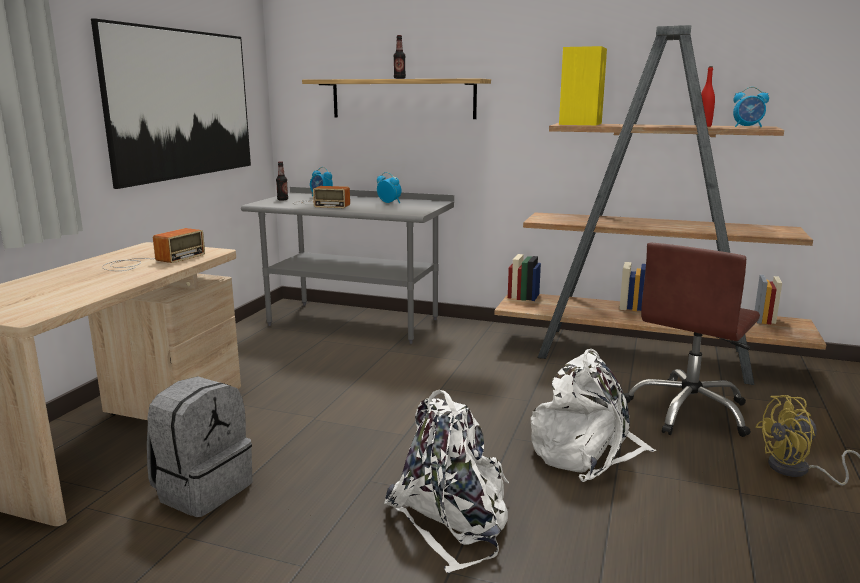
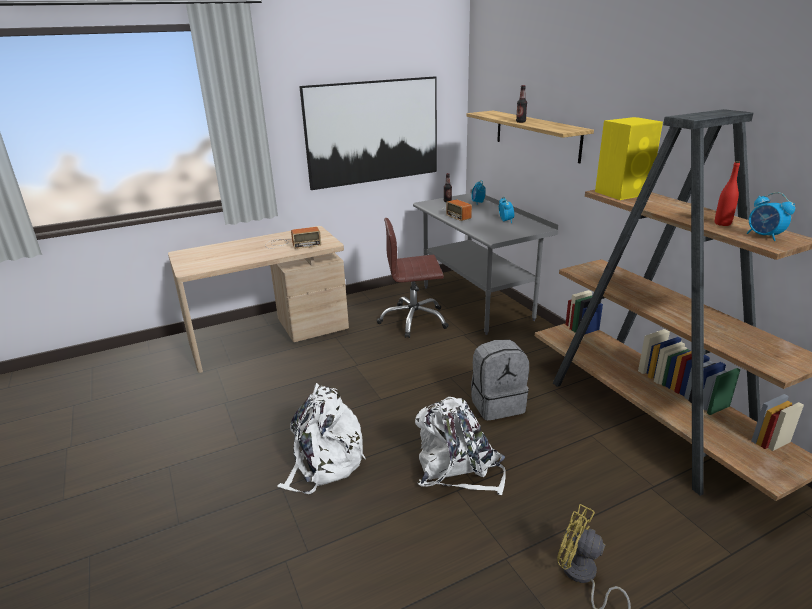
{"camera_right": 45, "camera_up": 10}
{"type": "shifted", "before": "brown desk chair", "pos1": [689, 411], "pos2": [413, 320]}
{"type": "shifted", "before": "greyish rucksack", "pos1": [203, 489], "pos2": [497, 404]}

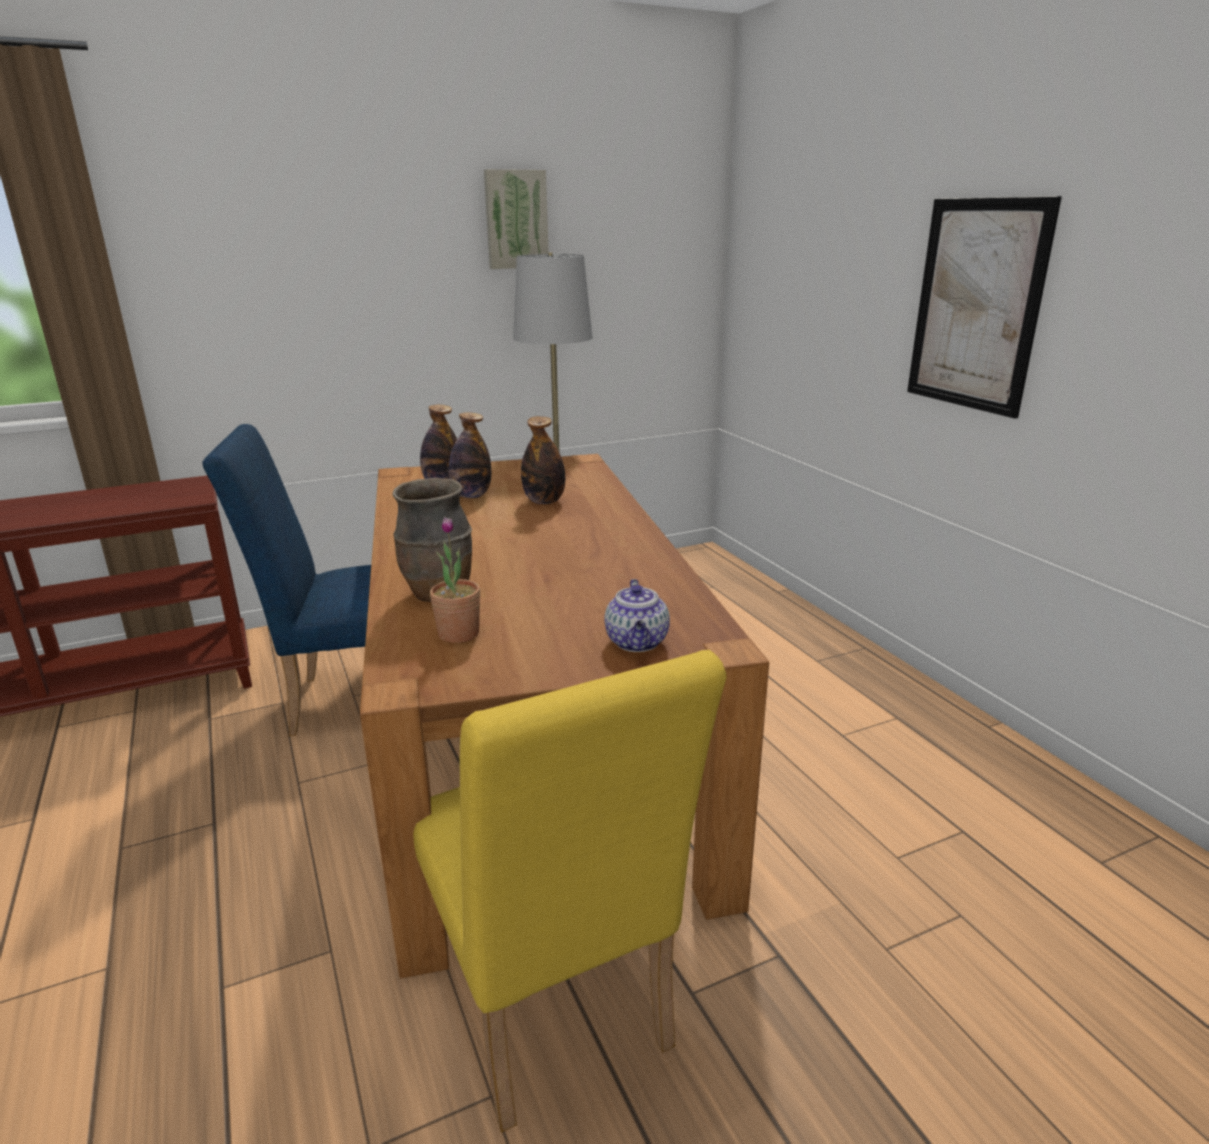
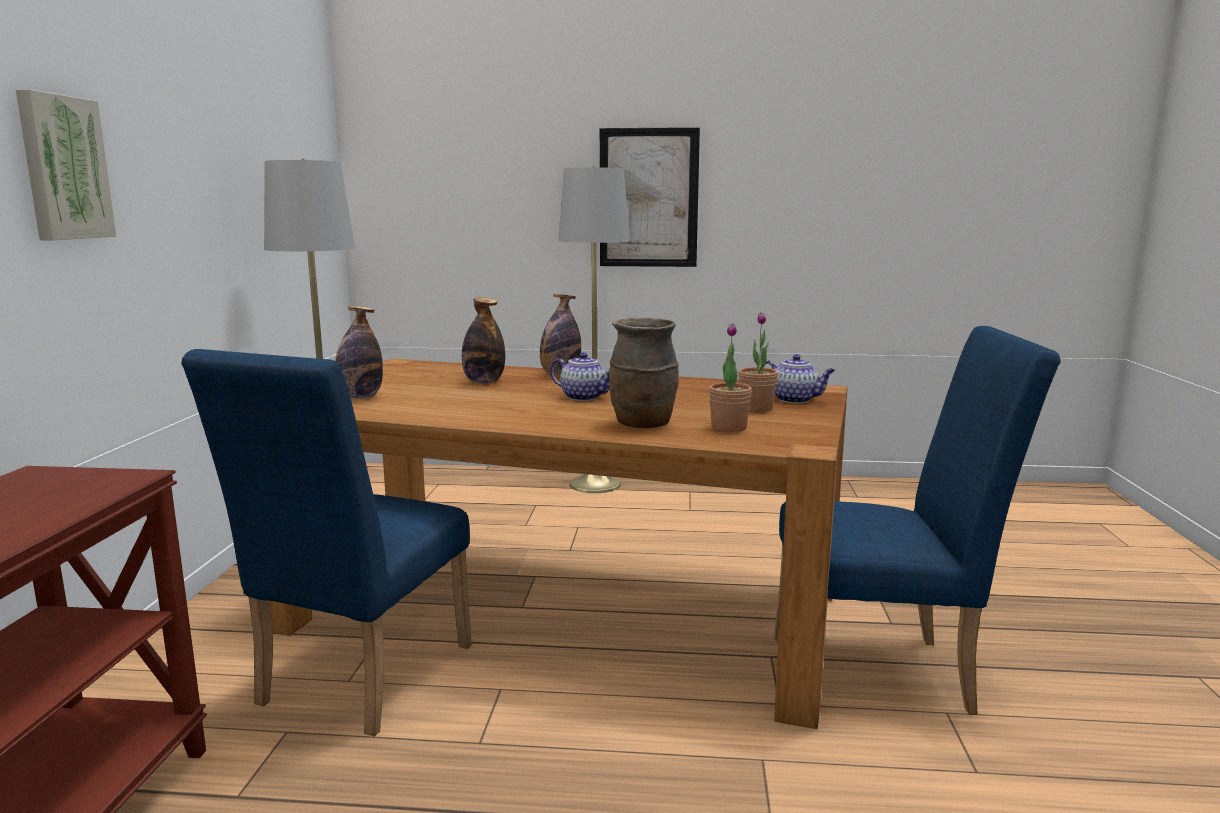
{"camera_right": -60, "camera_up": -10}
{"type": "shifted", "before": "picture", "pos1": [515, 219], "pos2": [63, 168]}
{"type": "shifted", "before": "bottle", "pos1": [471, 496], "pos2": [560, 375]}
{"type": "new", "after": "teapot", "pos2": [585, 397]}
{"type": "new", "after": "greyish standard lamp", "pos2": [595, 484]}
{"type": "new", "after": "potted plant", "pos2": [756, 409]}
{"type": "repainted", "before": "yellowish chair", "after": "blue chair", "pos1": [552, 1014], "pos2": [885, 673]}

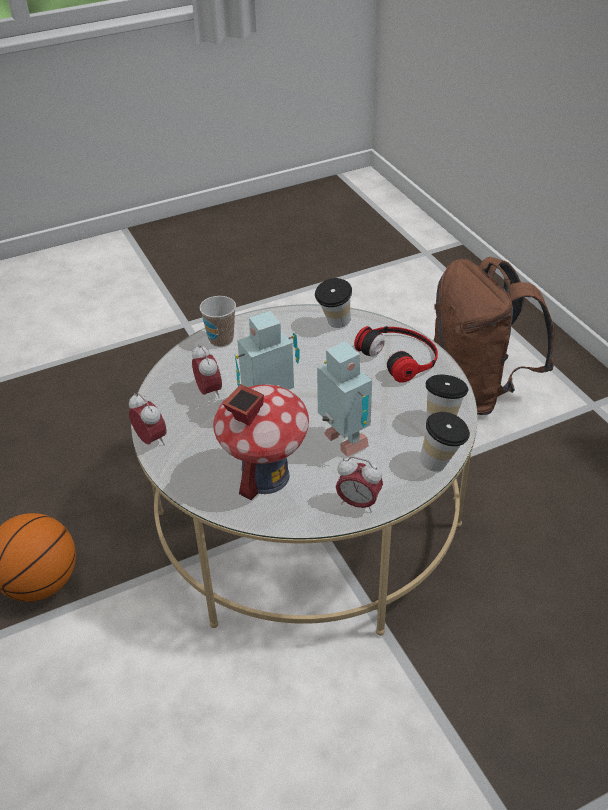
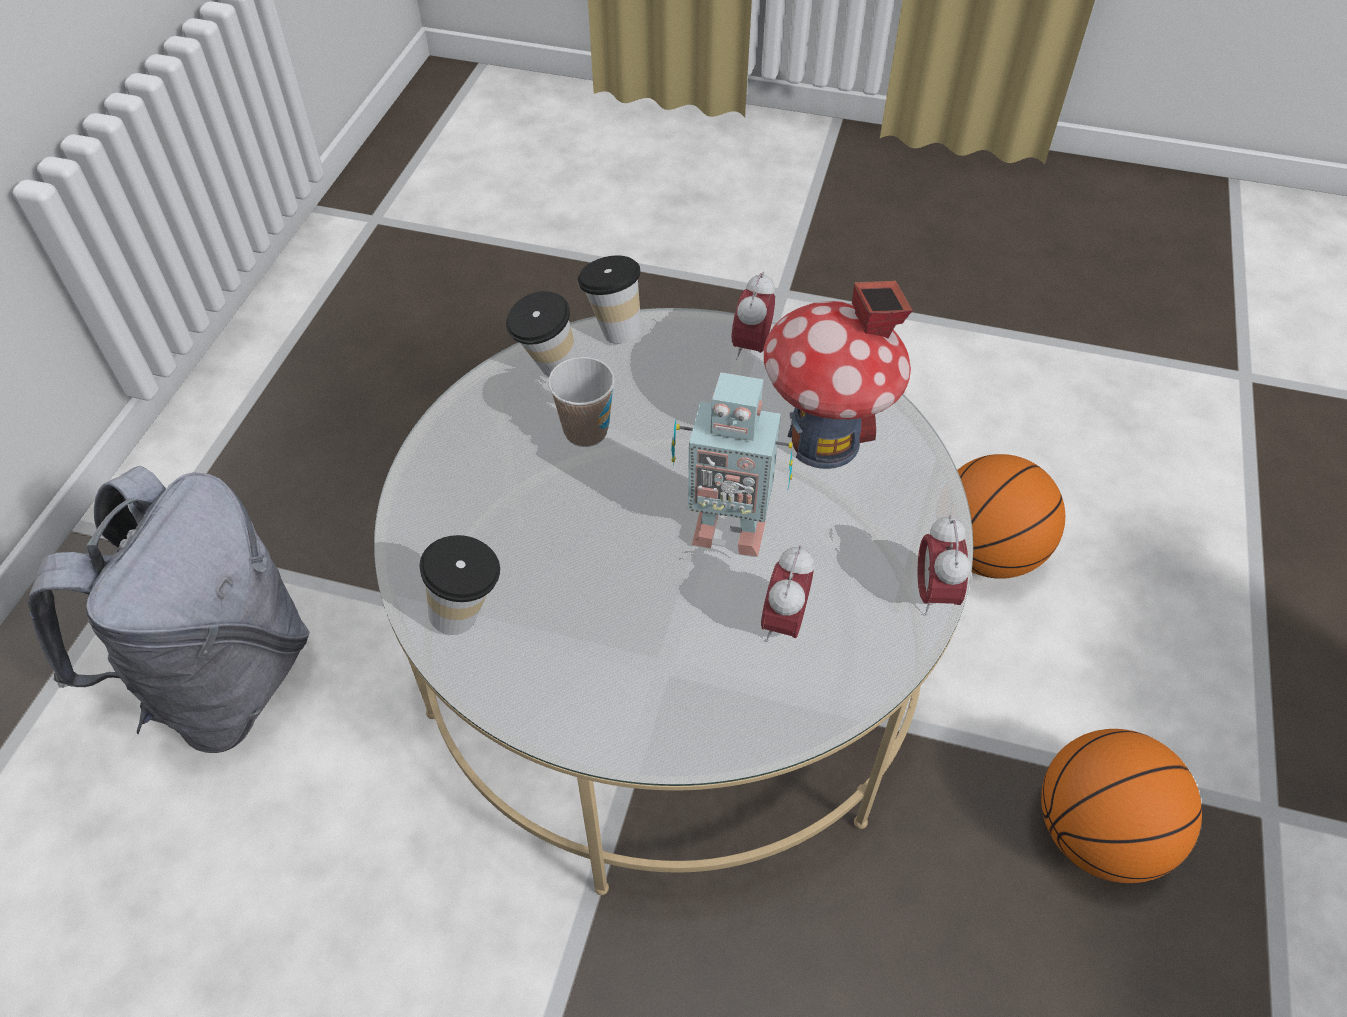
{"camera_right": -140, "camera_up": 10}
{"type": "repainted", "before": "brown rucksack", "after": "greyish rucksack", "pos1": [478, 389], "pos2": [224, 681]}
{"type": "shifted", "before": "small cup", "pos1": [221, 339], "pos2": [586, 431]}
{"type": "rotated", "before": "table clock", "pos1": [358, 503], "pos2": [751, 347], "turn": -135}
{"type": "new", "after": "ball for basketball", "pos2": [985, 552]}
{"type": "gone", "before": "robot figure", "pos1": [343, 443]}
{"type": "gone", "before": "pair of headphones", "pos1": [400, 356]}

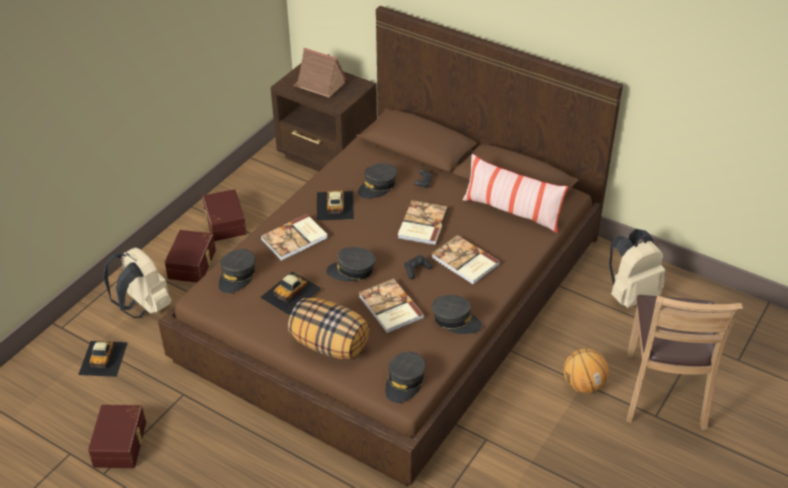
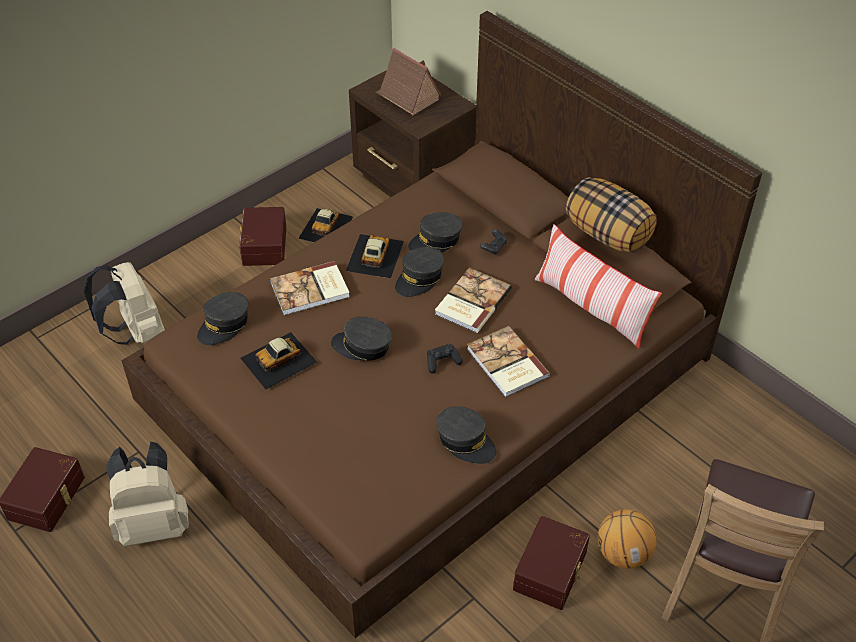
{"camera_right": 15, "camera_up": 5}
{"type": "shifted", "before": "beige rucksack", "pos1": [631, 294], "pos2": [154, 524]}
{"type": "shifted", "before": "toy car", "pos1": [103, 358], "pos2": [326, 227]}
{"type": "shifted", "before": "greyish peaked cap", "pos1": [405, 382], "pos2": [419, 278]}
{"type": "shifted", "before": "brown storage container", "pos1": [193, 264], "pos2": [552, 571]}
{"type": "shifted", "before": "throw pillow", "pos1": [330, 344], "pos2": [608, 235]}
{"type": "gone", "before": "volume", "pos1": [390, 308]}

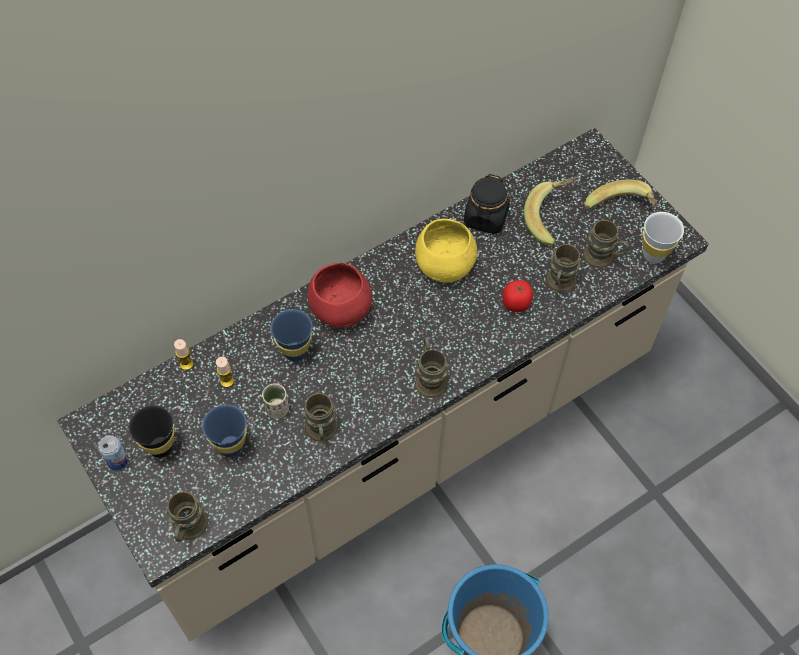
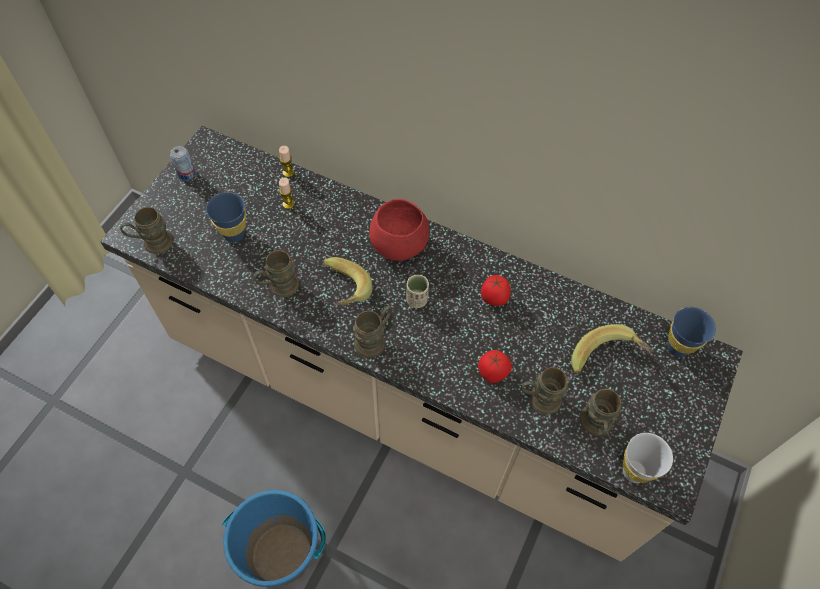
{"camera_right": 60, "camera_up": 0}
{"type": "shifted", "before": "whole banana", "pos1": [620, 211], "pos2": [342, 292]}
{"type": "shifted", "before": "beige small cup", "pos1": [277, 409], "pos2": [417, 300]}
{"type": "swapped", "before": "yellowish bowl", "after": "whole tomato", "pos1": [445, 265], "pos2": [494, 298]}
{"type": "shifted", "before": "blue small cup", "pos1": [295, 352], "pos2": [677, 347]}
{"type": "gone", "before": "black small cup", "pos1": [161, 447]}
{"type": "gone", "before": "black preserve jar", "pos1": [485, 218]}

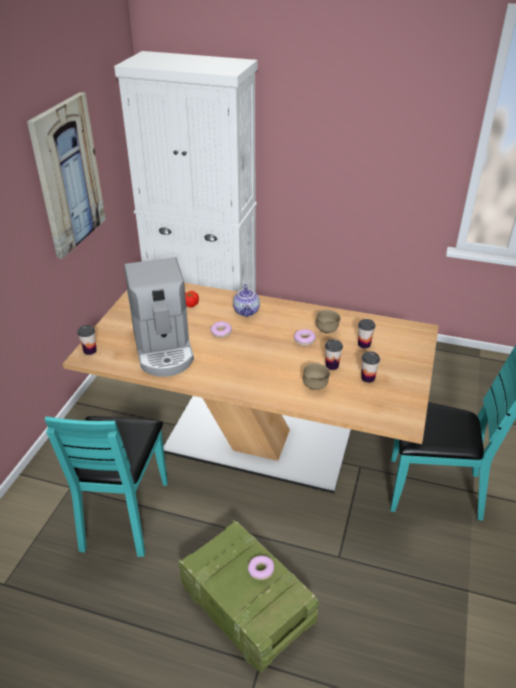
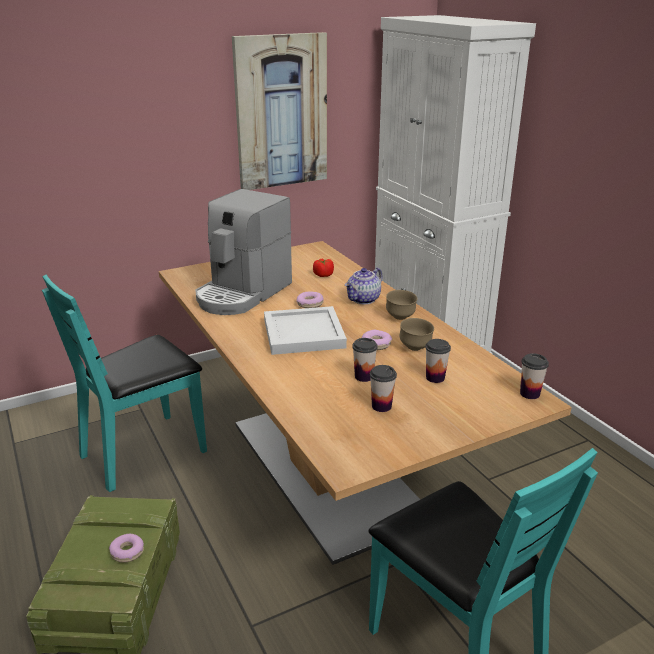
{"camera_right": 45, "camera_up": -10}
{"type": "new", "after": "whitish serving tray", "pos2": [302, 334]}
{"type": "shifted", "before": "brown bowl", "pos1": [315, 387], "pos2": [400, 318]}
{"type": "shifted", "before": "small cup", "pos1": [90, 350], "pos2": [529, 394]}

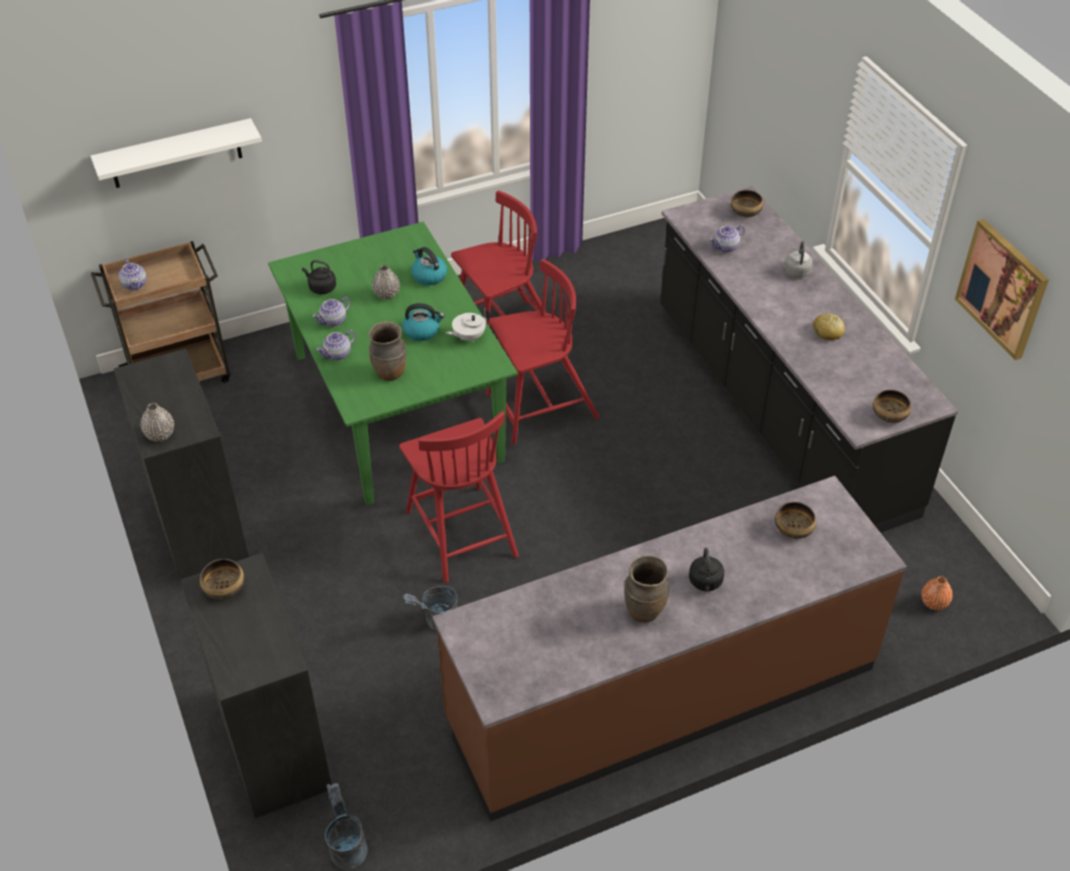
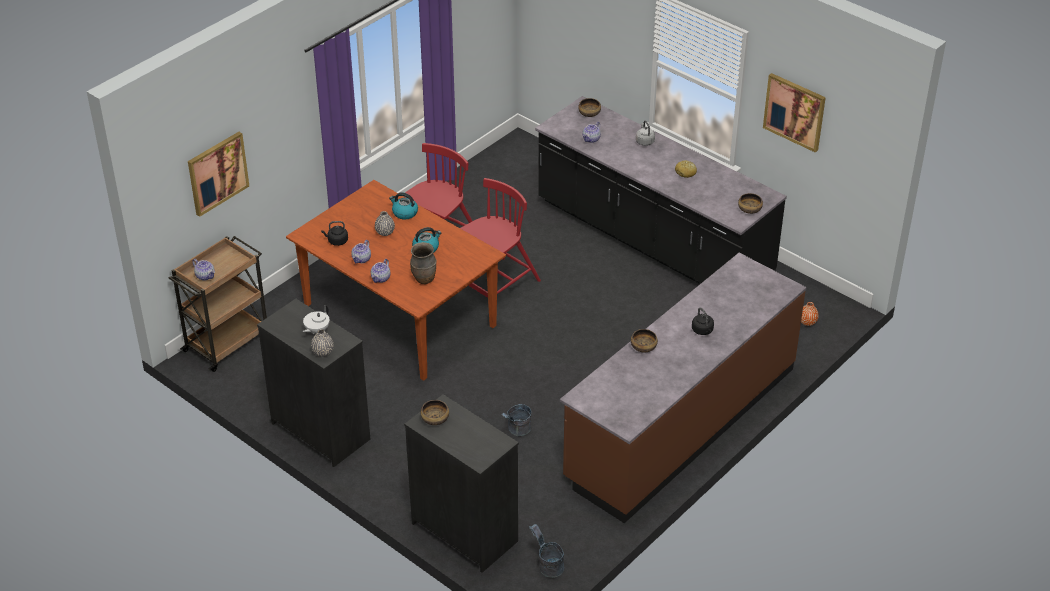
{"camera_right": -25, "camera_up": -5}
{"type": "swapped", "before": "whitish wall shelf", "after": "picture", "pos1": [176, 154], "pos2": [217, 173]}
{"type": "repainted", "before": "greenish kitchen table", "after": "brown kitchen table", "pos1": [398, 407], "pos2": [400, 315]}
{"type": "shifted", "before": "whitish teapot", "pos1": [468, 337], "pos2": [316, 330]}
{"type": "shifted", "before": "bowl", "pos1": [793, 528], "pos2": [643, 346]}
{"type": "gone", "before": "red chair", "pos1": [460, 532]}
{"type": "gone", "before": "brown flower vase", "pos1": [644, 610]}

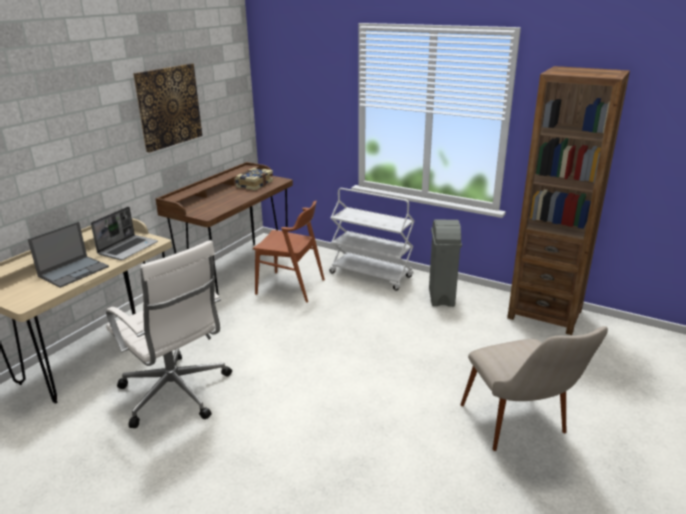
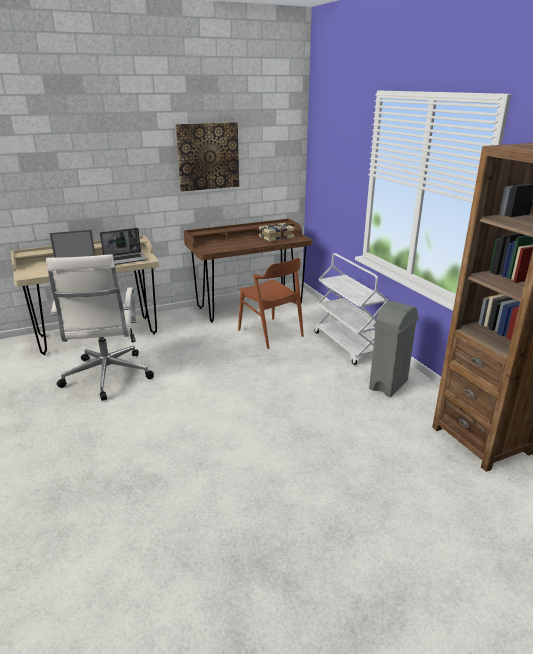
{"camera_right": 35, "camera_up": 0}
{"type": "gone", "before": "beige chair", "pos1": [521, 430]}

